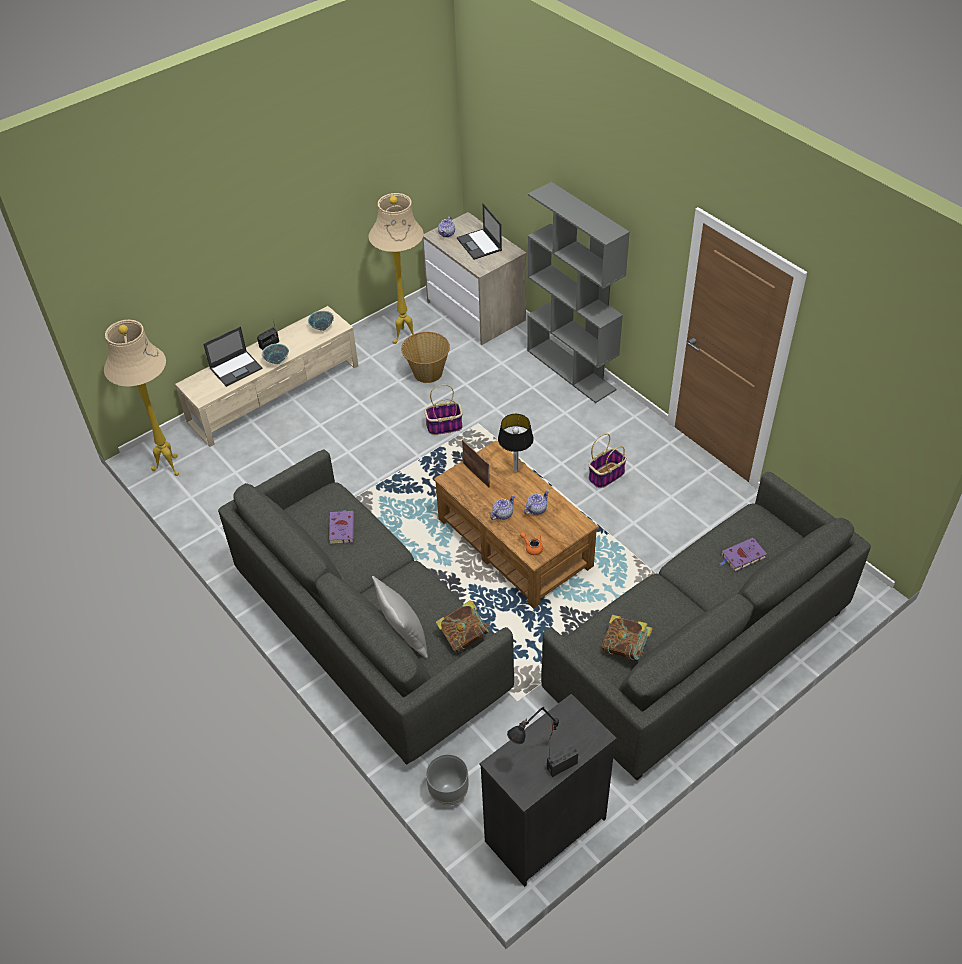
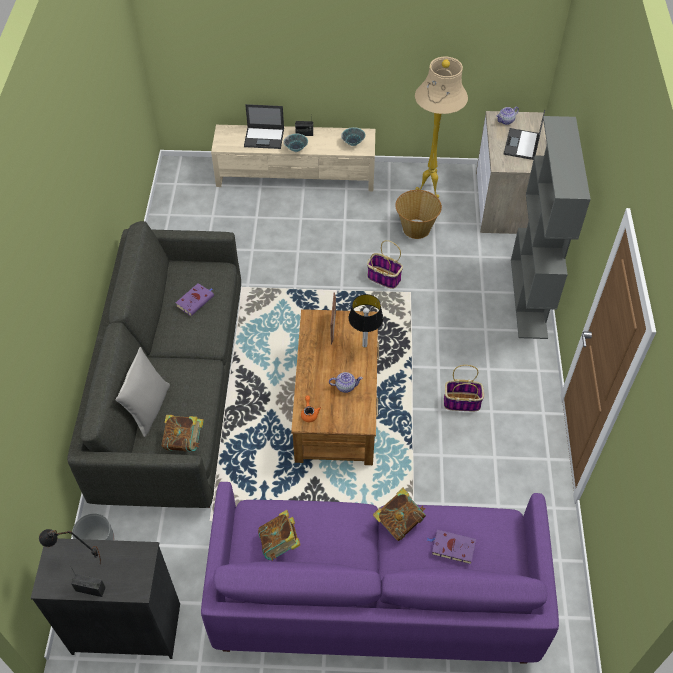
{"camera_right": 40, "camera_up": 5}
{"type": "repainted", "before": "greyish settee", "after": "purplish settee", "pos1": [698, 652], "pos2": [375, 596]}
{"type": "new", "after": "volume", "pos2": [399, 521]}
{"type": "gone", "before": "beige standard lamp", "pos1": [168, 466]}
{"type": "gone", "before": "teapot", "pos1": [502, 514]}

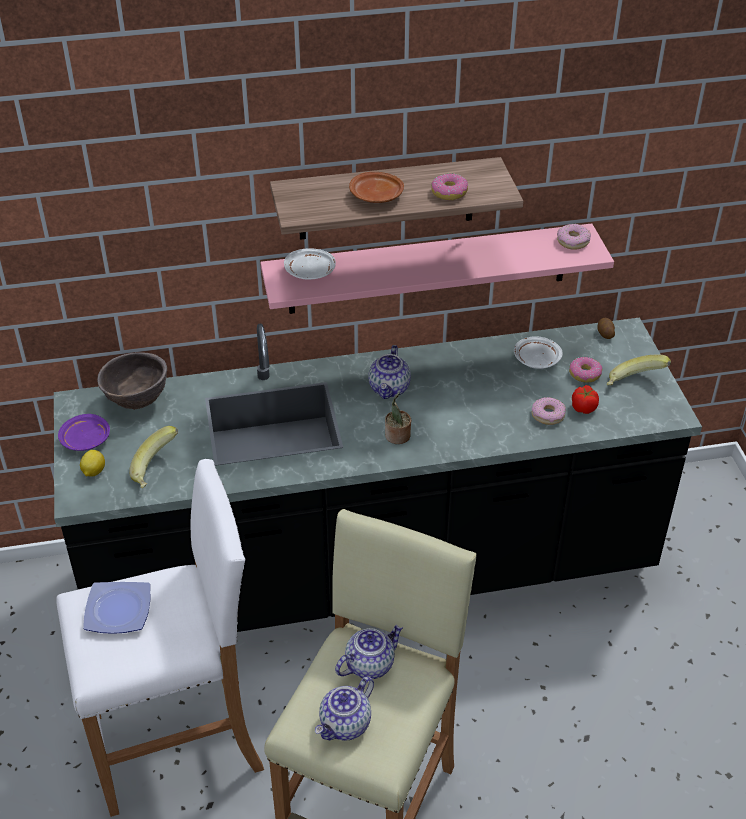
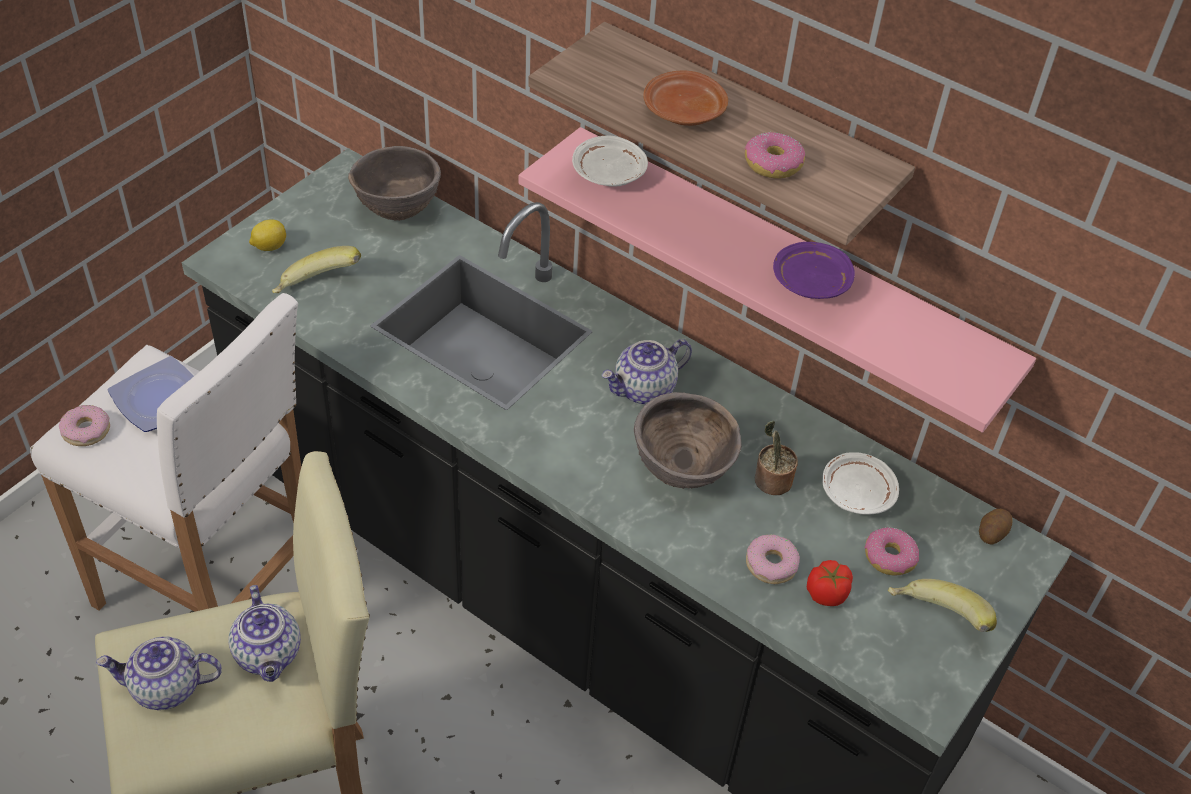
{"camera_right": 45, "camera_up": 5}
{"type": "shifted", "before": "doughnut", "pos1": [573, 241], "pos2": [86, 431]}
{"type": "rotated", "before": "teapot", "pos1": [370, 664], "pos2": [269, 654], "turn": 60}
{"type": "new", "after": "brown bowl", "pos2": [682, 472]}
{"type": "shifted", "before": "potted plant", "pos1": [397, 437], "pos2": [771, 481]}
{"type": "shifted", "before": "purplish flat dish", "pos1": [85, 440], "pos2": [810, 282]}

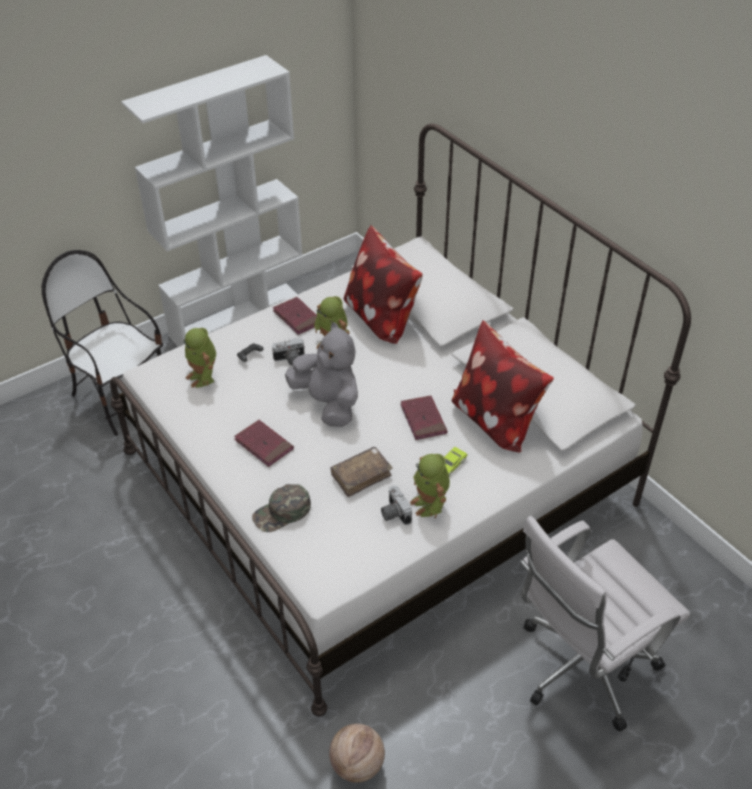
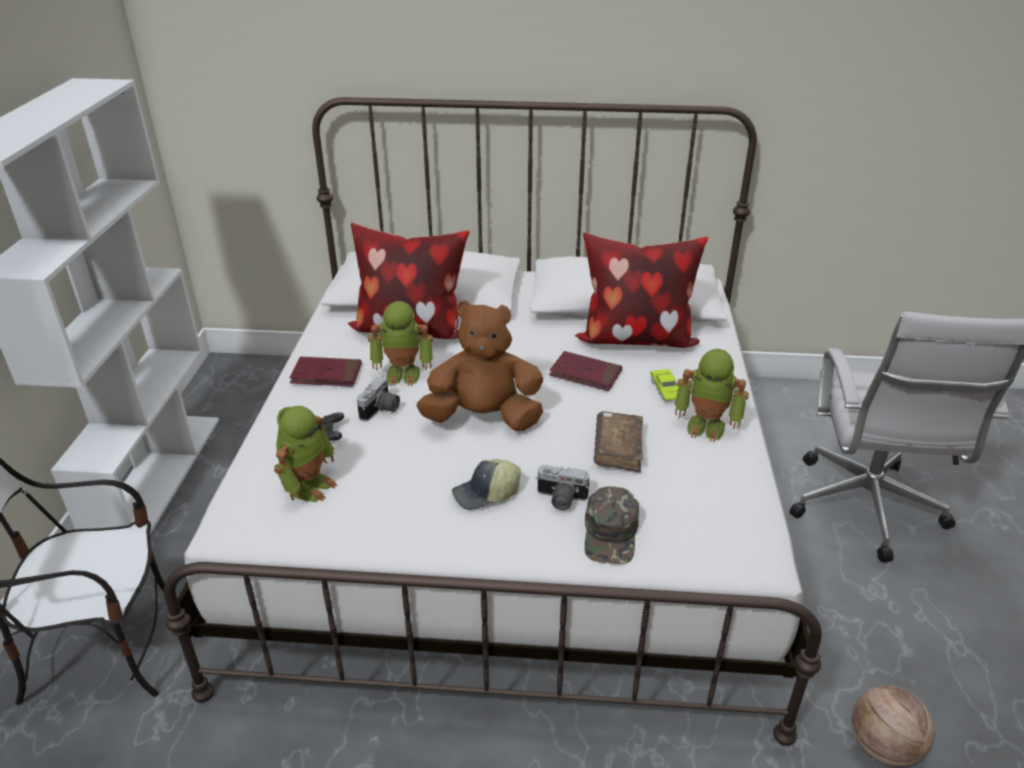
{"camera_right": -50, "camera_up": -10}
{"type": "rotated", "before": "robot figure", "pos1": [203, 377], "pos2": [309, 485], "turn": -75}
{"type": "repainted", "before": "greyish cuddly toy", "after": "brown cuddly toy", "pos1": [328, 403], "pos2": [484, 418]}
{"type": "swapped", "before": "red volume", "after": "peaked cap", "pos1": [264, 445], "pos2": [486, 494]}
{"type": "shifted", "before": "still camera", "pos1": [394, 513], "pos2": [560, 499]}

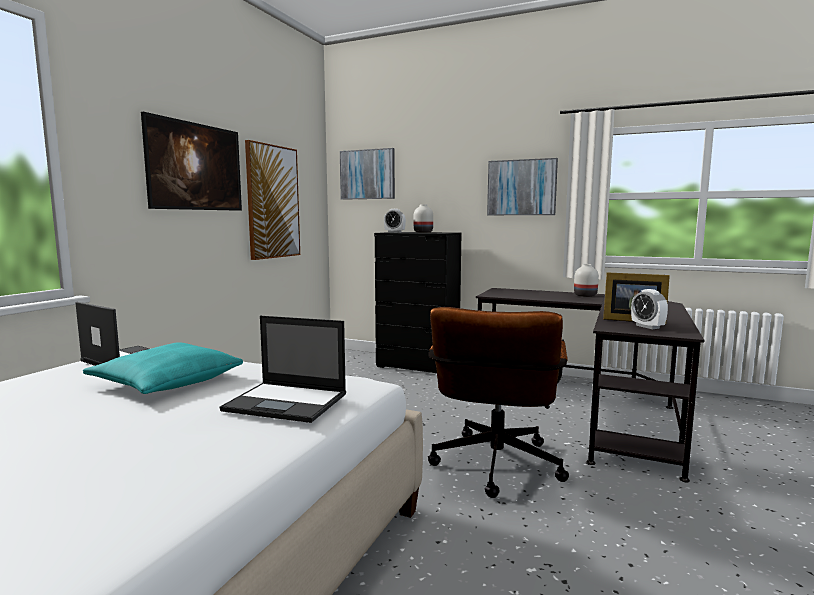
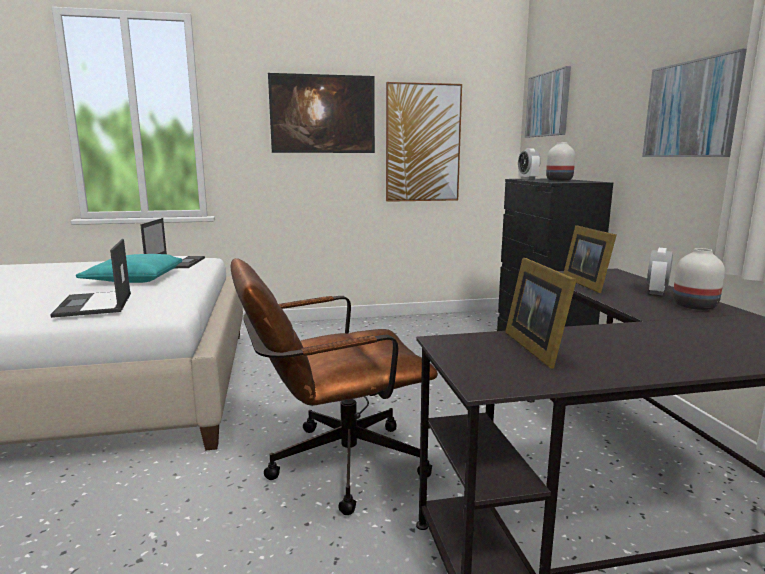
{"camera_right": 55, "camera_up": 5}
{"type": "new", "after": "photo frame", "pos2": [587, 284]}
{"type": "shifted", "before": "table clock", "pos1": [647, 327], "pos2": [656, 292]}

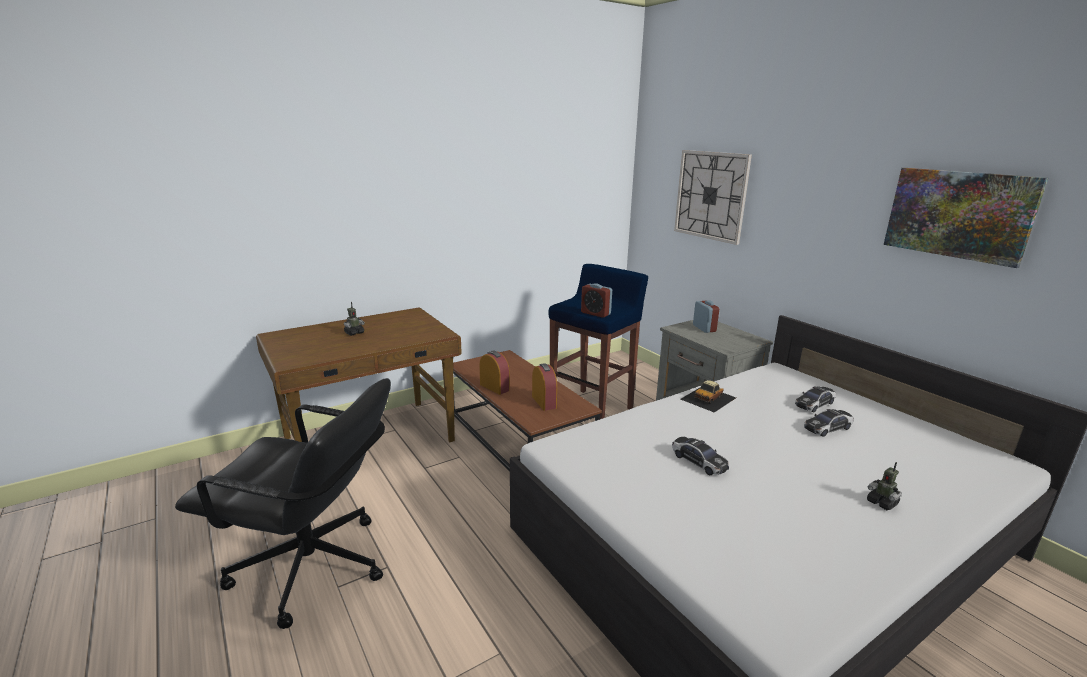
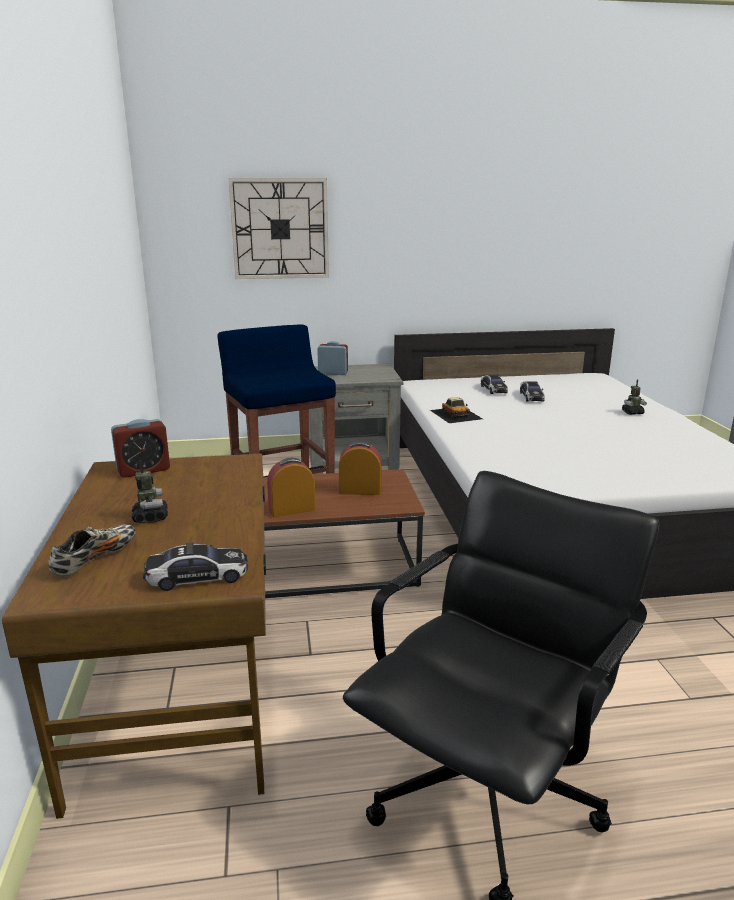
{"camera_right": -65, "camera_up": 0}
{"type": "new", "after": "shoe", "pos2": [95, 559]}
{"type": "shifted", "before": "table clock", "pos1": [595, 313], "pos2": [143, 470]}
{"type": "shifted", "before": "toy car", "pos1": [698, 461], "pos2": [197, 577]}
{"type": "gone", "before": "picture", "pos1": [958, 214]}

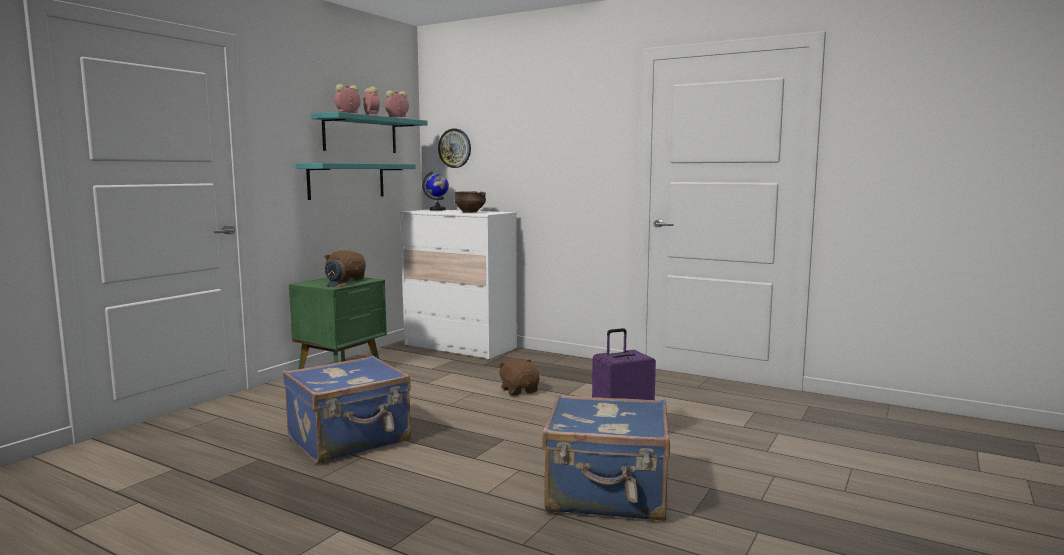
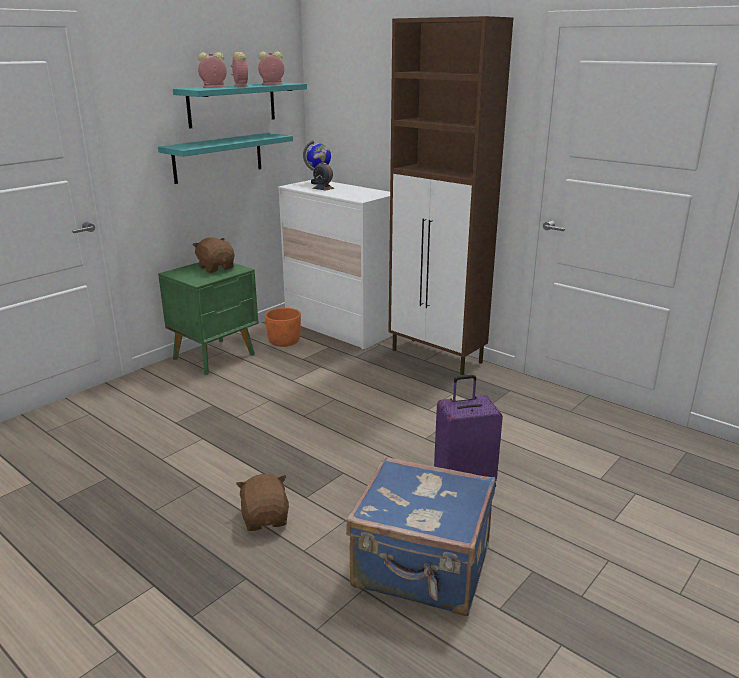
{"camera_right": 10, "camera_up": 15}
{"type": "shifted", "before": "brown cuddly toy", "pos1": [519, 390], "pos2": [266, 518]}
{"type": "new", "after": "orangey planter", "pos2": [284, 342]}
{"type": "shifted", "before": "table clock", "pos1": [336, 285], "pos2": [323, 188]}
{"type": "new", "after": "brown cupboard", "pos2": [437, 357]}
{"type": "gone", "before": "blue piece of luggage", "pos1": [350, 440]}
{"type": "gone", "before": "hanging clock", "pos1": [455, 148]}
{"type": "gone", "before": "bowl", "pos1": [470, 212]}

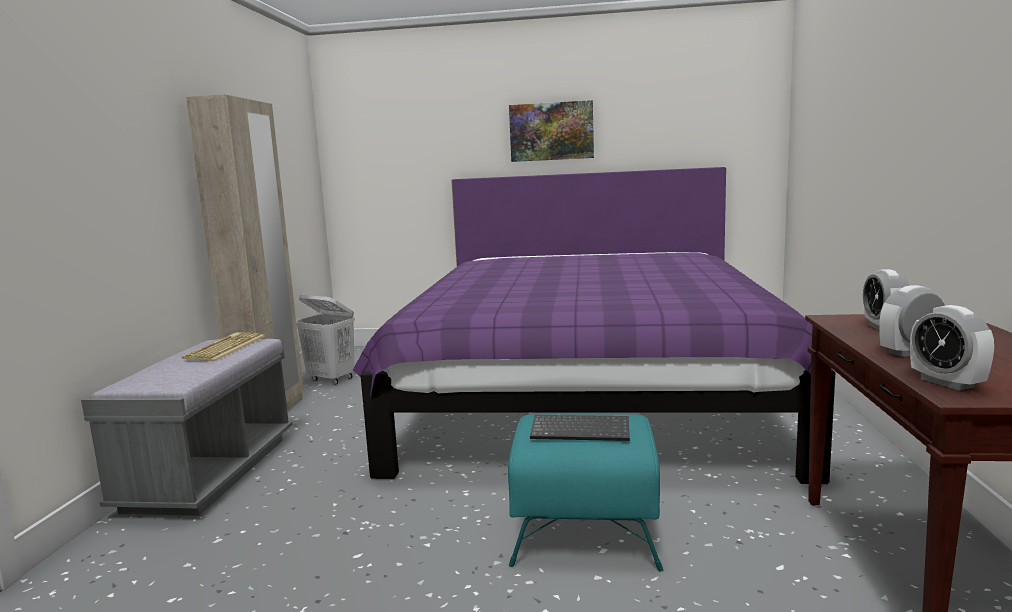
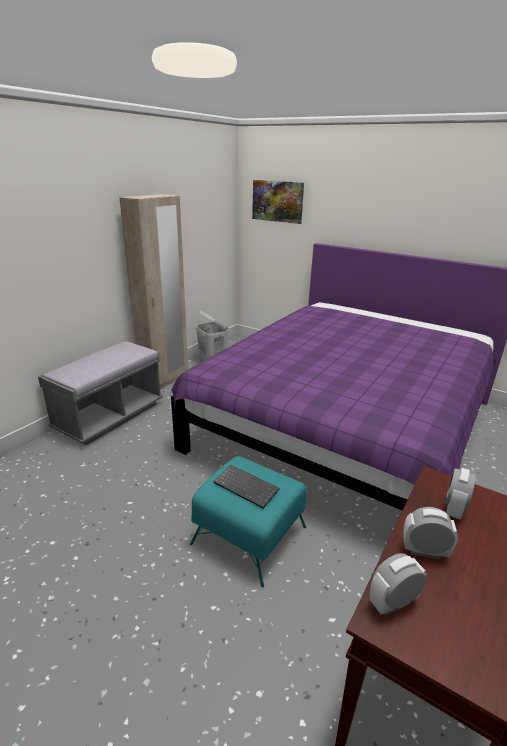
{"camera_right": 25, "camera_up": 15}
{"type": "shifted", "before": "picture", "pos1": [551, 131], "pos2": [277, 201]}
{"type": "rotated", "before": "table clock", "pos1": [947, 383], "pos2": [393, 603], "turn": 60}
{"type": "gone", "before": "PC keyboard", "pos1": [225, 348]}

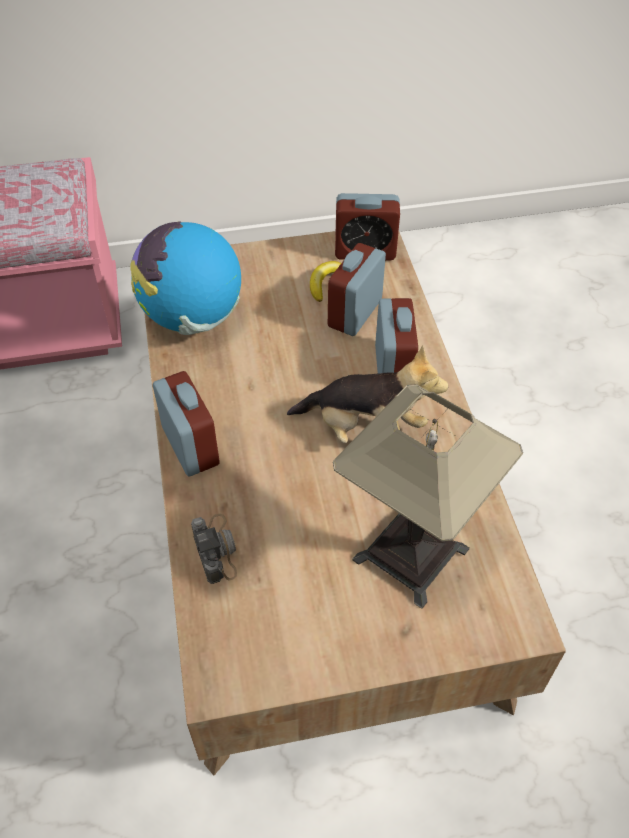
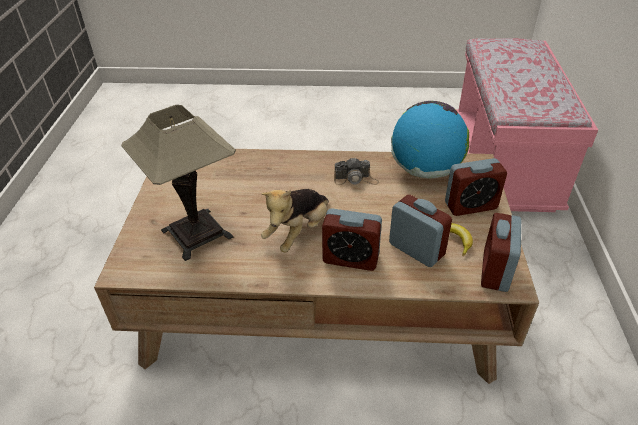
{"camera_right": 105, "camera_up": -10}
{"type": "shifted", "before": "still camera", "pos1": [216, 548], "pos2": [356, 179]}
{"type": "shifted", "before": "table clock", "pos1": [190, 446], "pos2": [470, 206]}

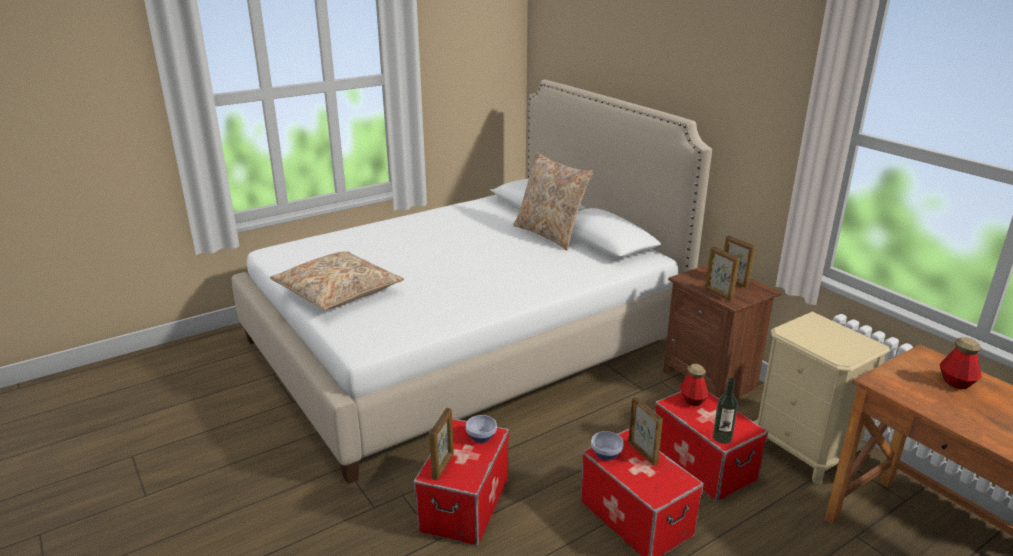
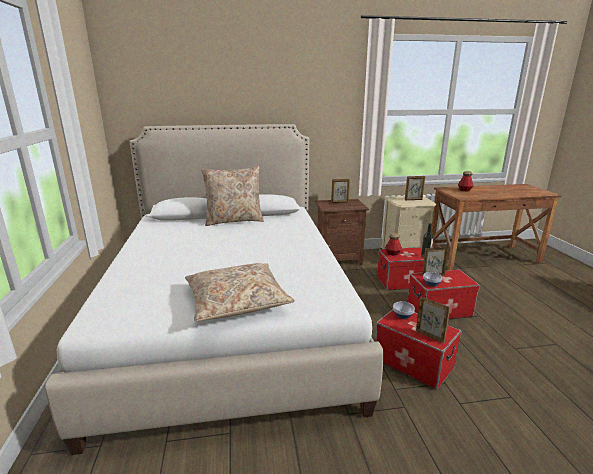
{"camera_right": -65, "camera_up": -5}
{"type": "shifted", "before": "photo frame", "pos1": [718, 294], "pos2": [413, 200]}

